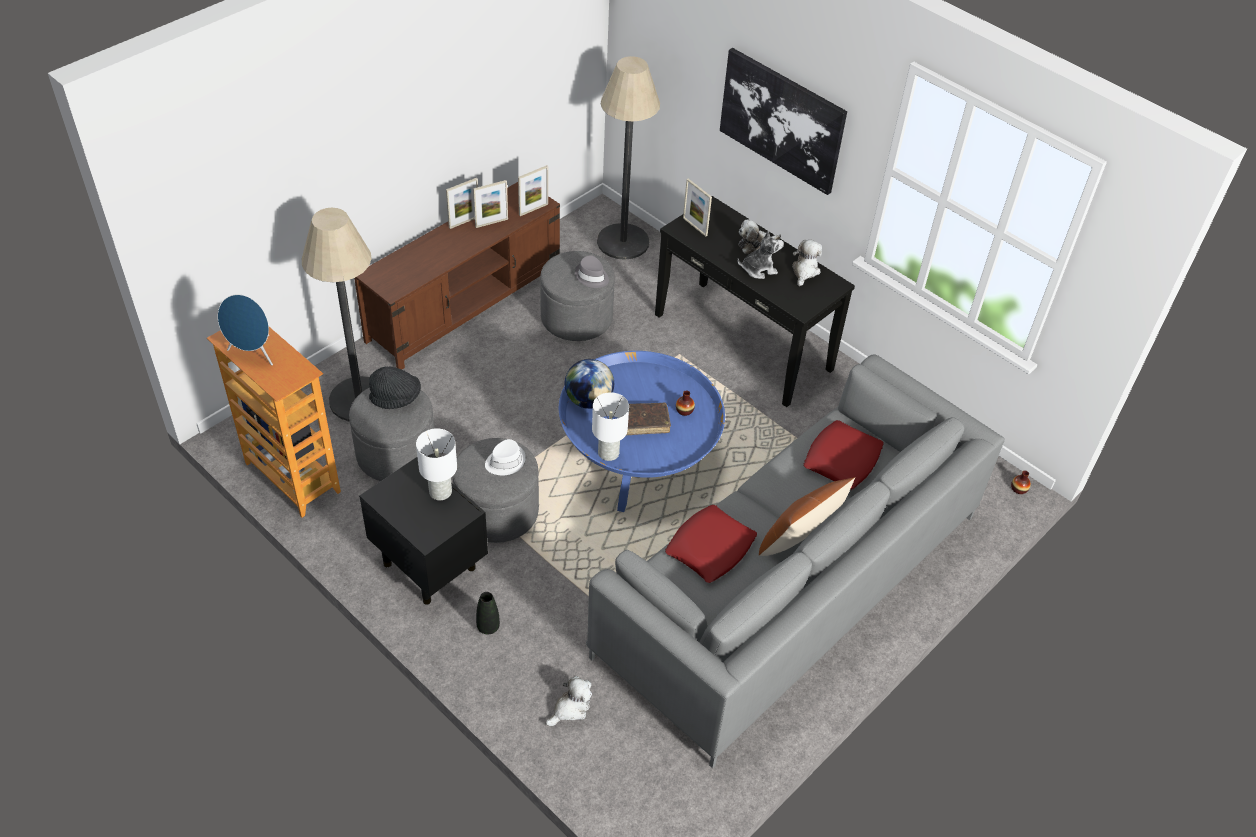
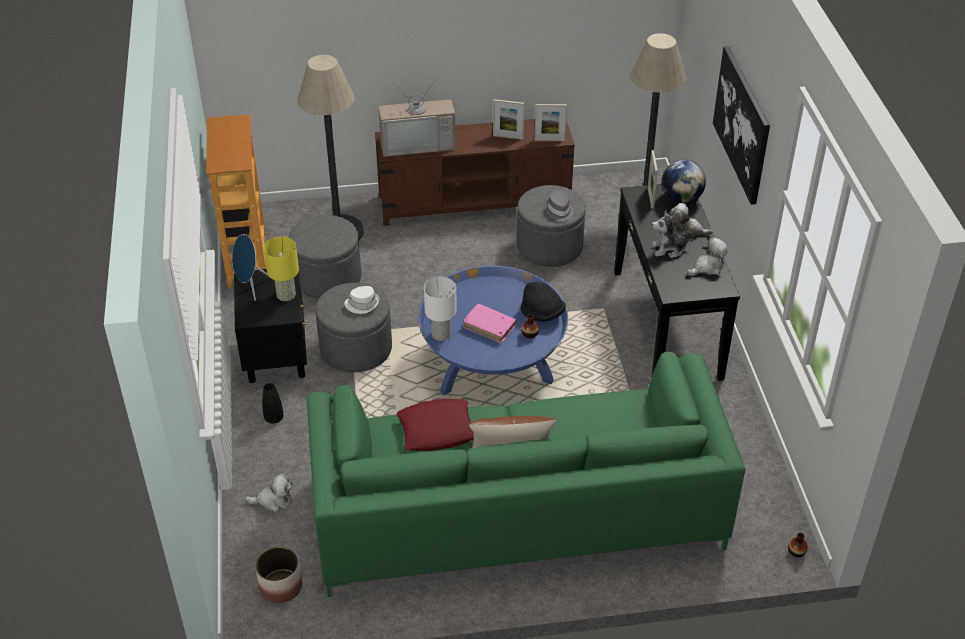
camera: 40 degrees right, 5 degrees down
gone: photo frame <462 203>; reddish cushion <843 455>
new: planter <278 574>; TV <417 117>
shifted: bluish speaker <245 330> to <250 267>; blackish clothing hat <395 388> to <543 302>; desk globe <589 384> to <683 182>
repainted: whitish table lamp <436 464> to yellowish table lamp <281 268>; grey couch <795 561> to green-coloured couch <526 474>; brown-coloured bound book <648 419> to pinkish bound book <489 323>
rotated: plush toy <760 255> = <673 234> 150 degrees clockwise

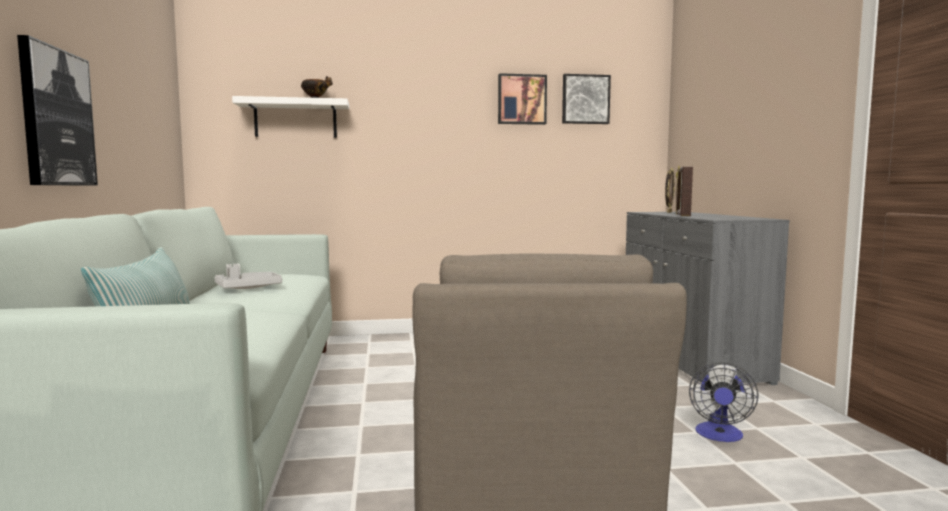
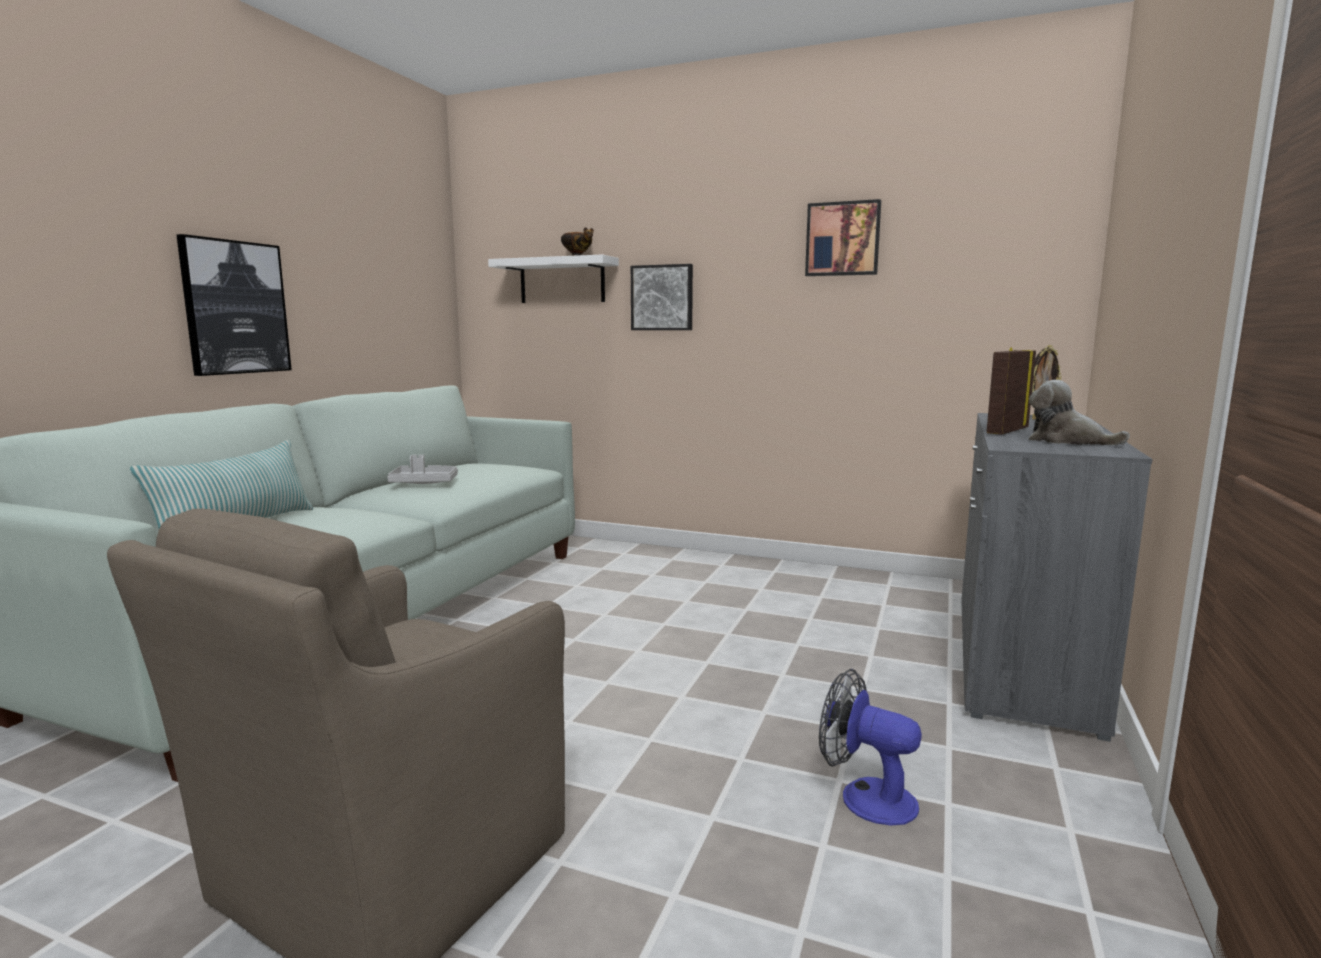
camera: 30 degrees right, 5 degrees up
new: plush toy <1079 412>
shifted: wall picture <586 99> to <662 297>
rotated: electric fan <723 402> = <870 747> 75 degrees clockwise

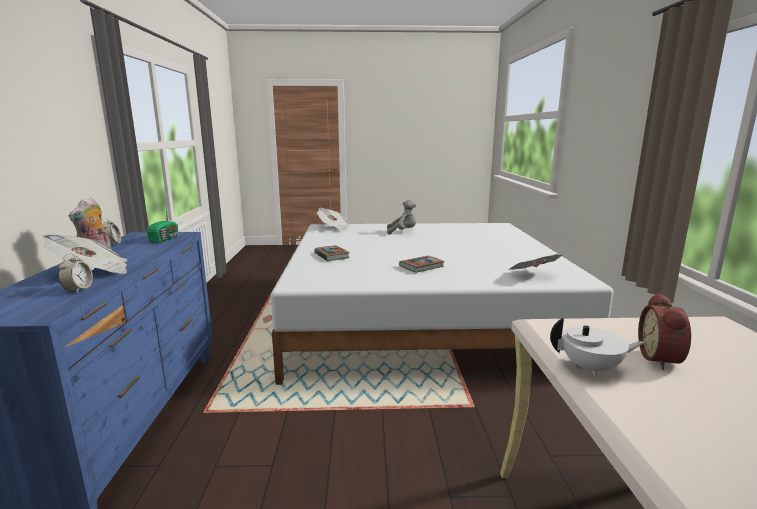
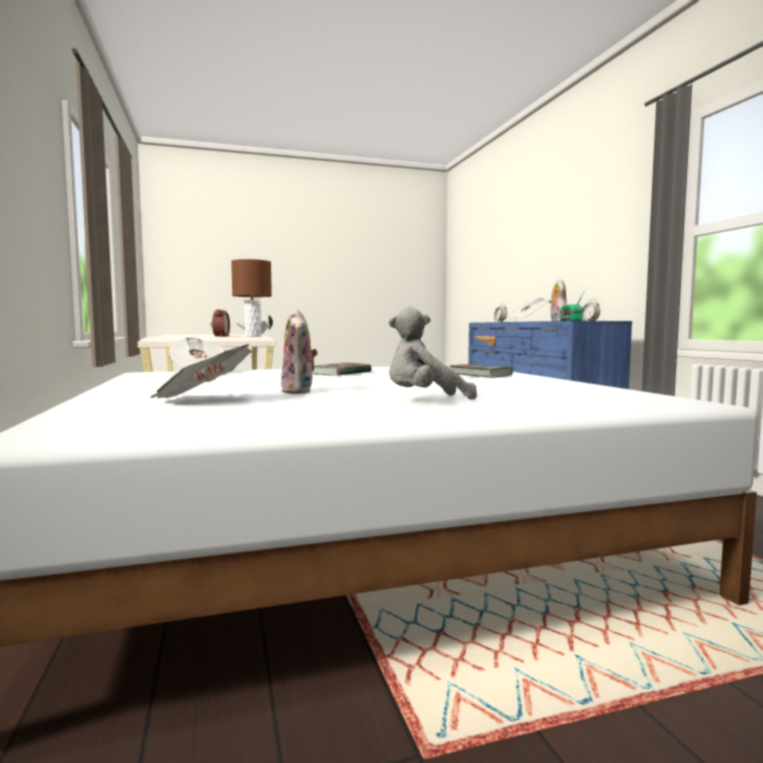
camera: 165 degrees right, 10 degrees down
new: brown-coloured table lamp <251 298>; plush toy <299 351>
shifted: printed paper <333 219> to <201 371>

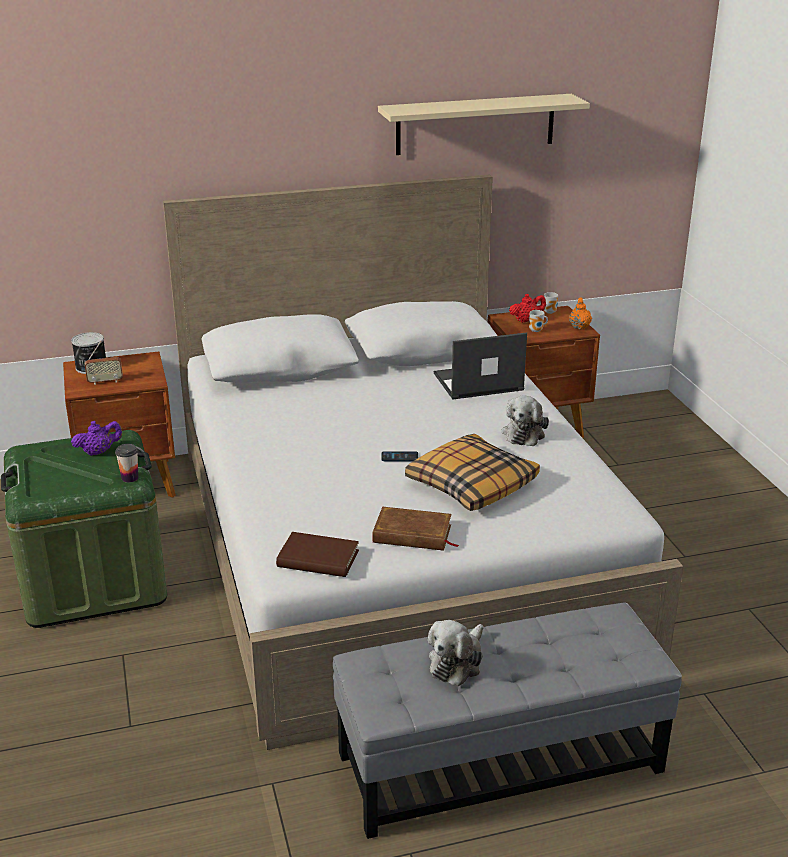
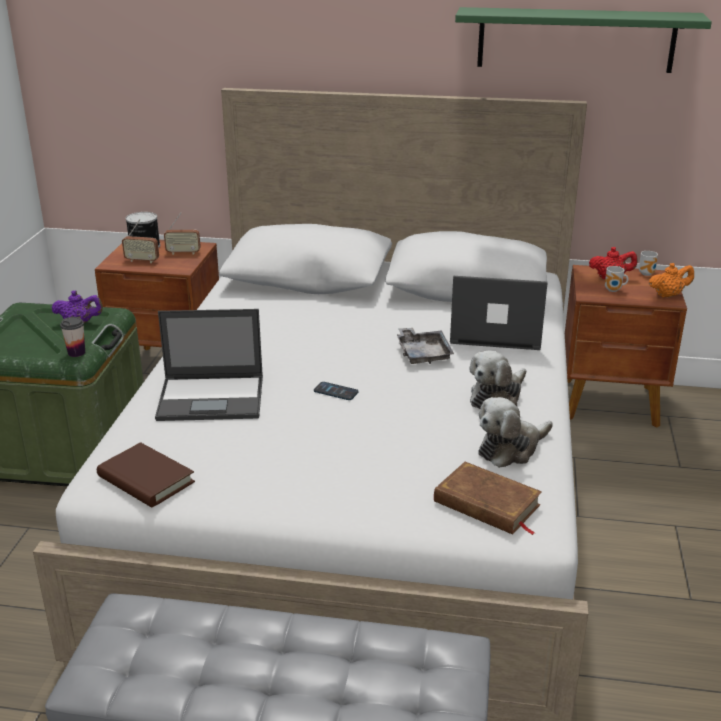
camera: 25 degrees right, 0 degrees up
gone: cushion <472 472>
new: portable computer <209 365>; radio receiver <182 233>; grey serving tray <425 346>
shifted: brown-coloured bound book <415 529> to <488 498>; plush toy <455 653> to <515 432>
repainted: beige wall shelf <484 124> to green-coloured wall shelf <583 40>
rotated: orangey tea pot <580 313> = <671 280> 45 degrees clockwise

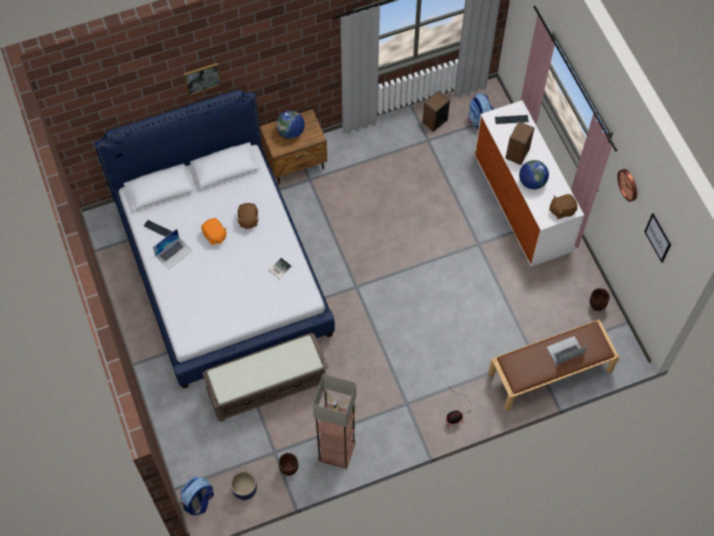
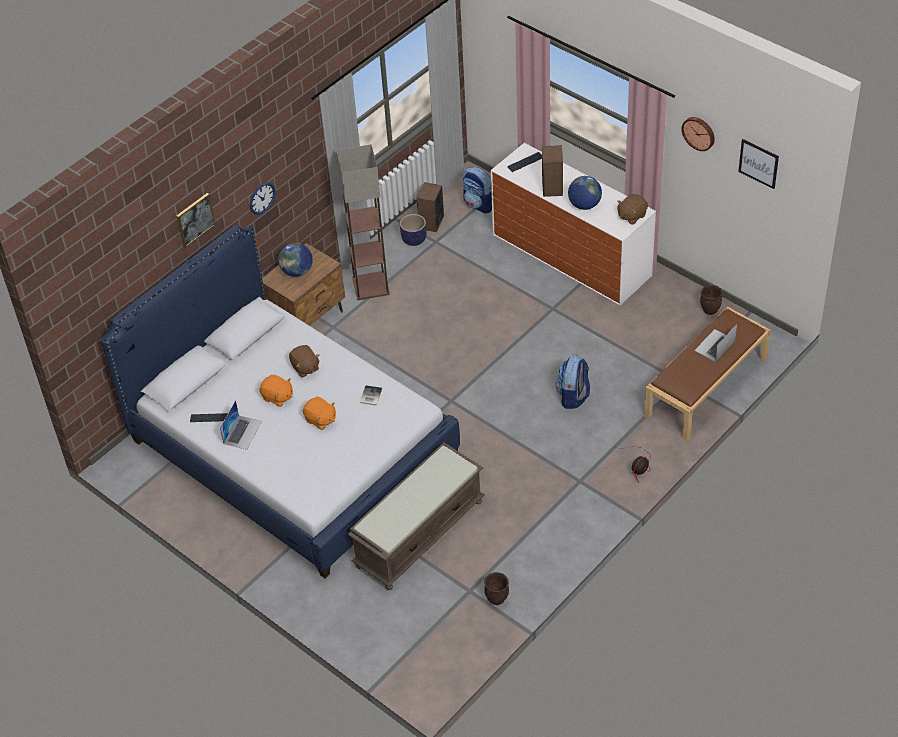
camera: 25 degrees left, 15 degrees down
new: wall clock <262 199>; orangey plush toy <319 413>
shifted: knapsack <197 496> to <573 381>; planter <244 485> to <413 230>; standing lamp <334 421> to <363 222>

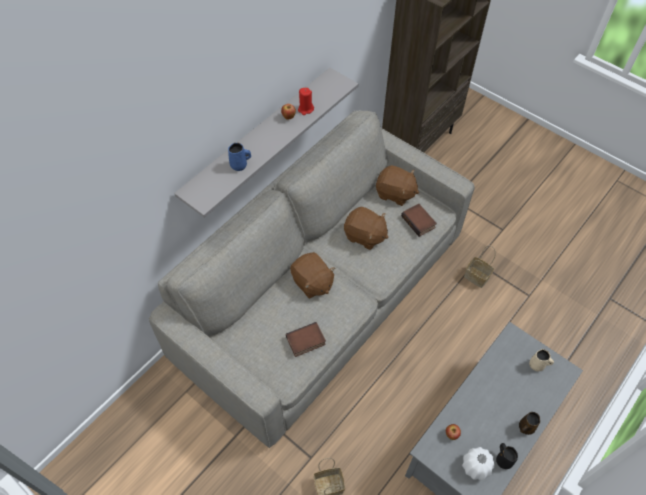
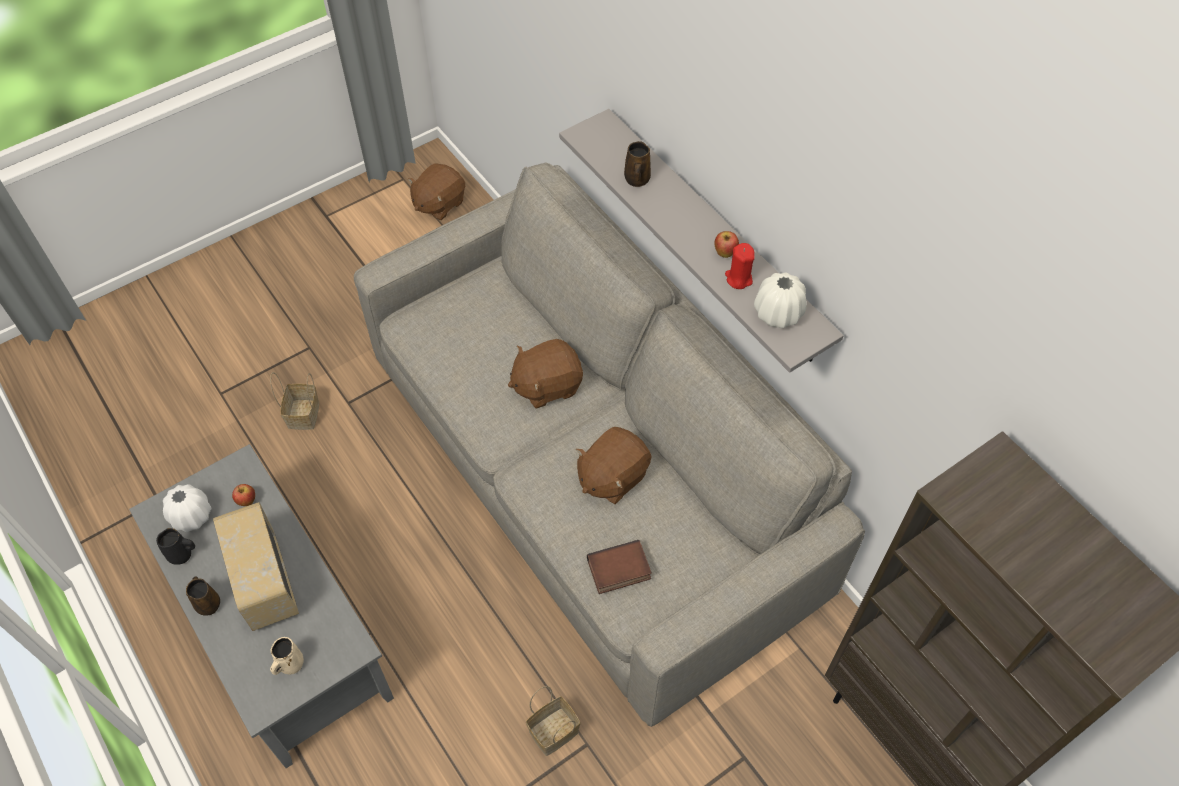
camera: 105 degrees right, 0 degrees up
gone: bound book <306 339>
new: radio receiver <256 566>; whitish vase <780 300>
shifted: brown-coloured plush toy <397 185> to <436 192>
repainted: bluish mug <239 157> to brown-coloured mug <637 164>

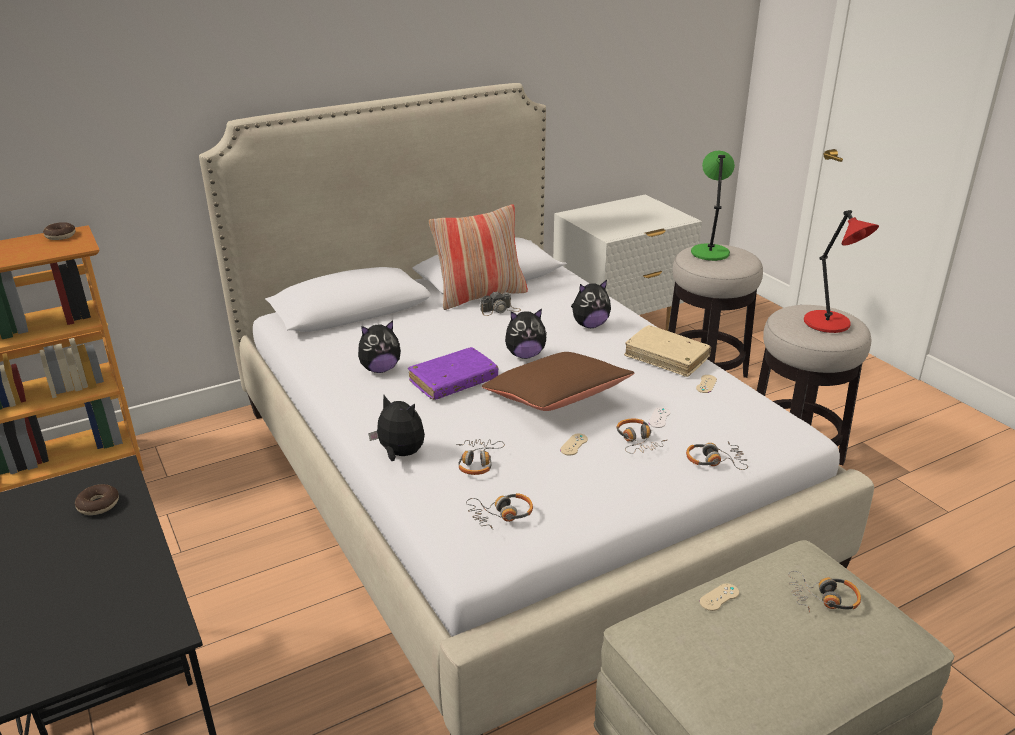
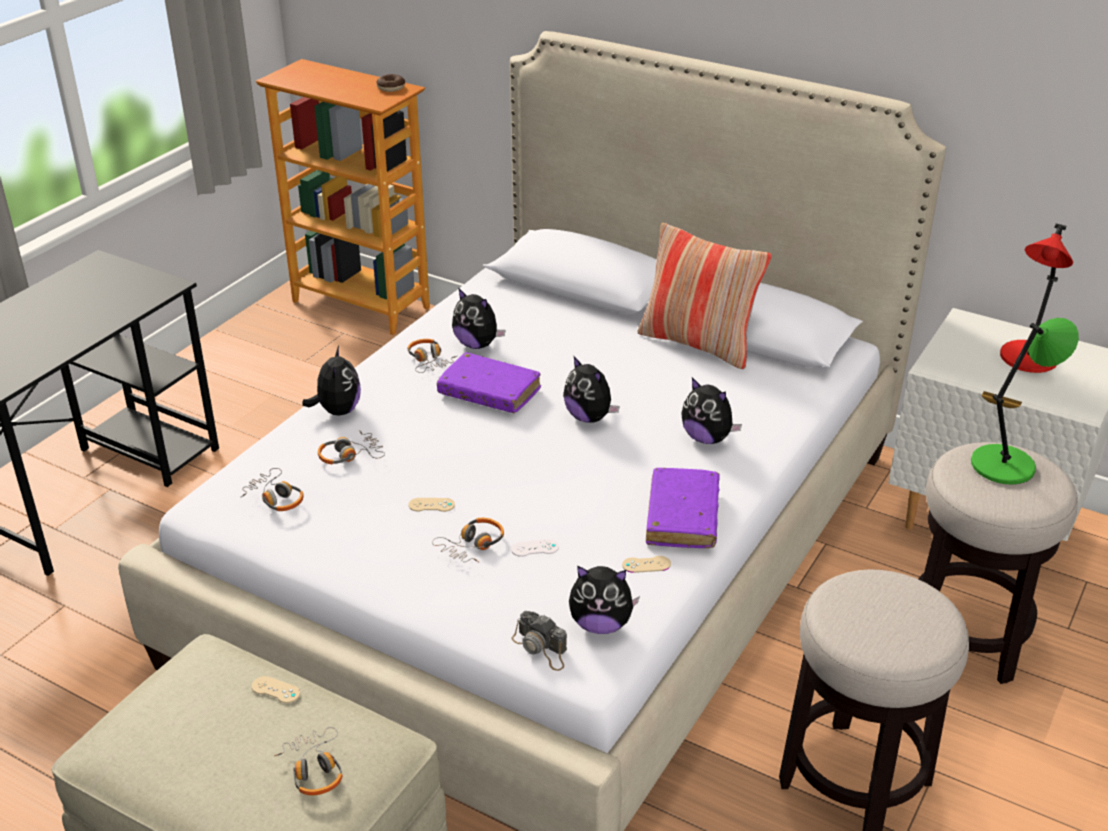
camera: 60 degrees right, 5 degrees up
gone: donut <97 499>; brown-coloured cushion <558 381>
new: plush toy <604 600>
shifted: photo camera <500 303> to <539 641>; headset <717 455> to <432 356>; reddish table lamp <841 271> to <1036 298>
repainted: beige bound book <667 351> to purple-coloured bound book <683 508>

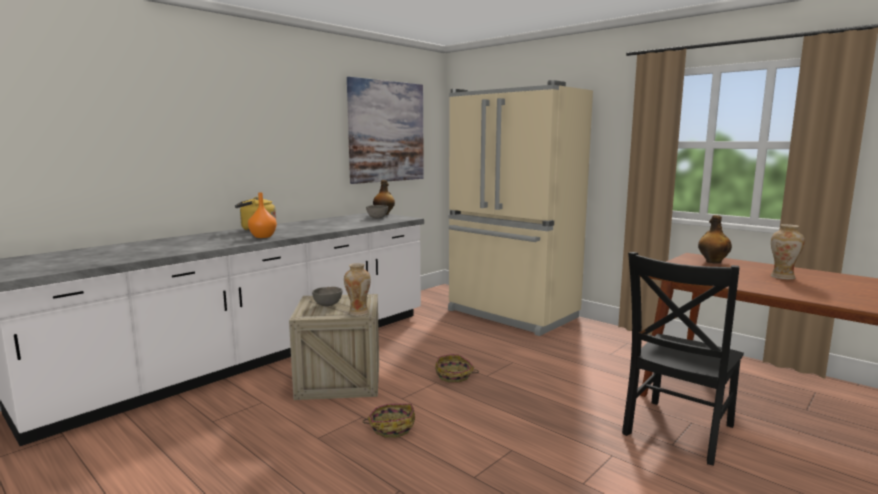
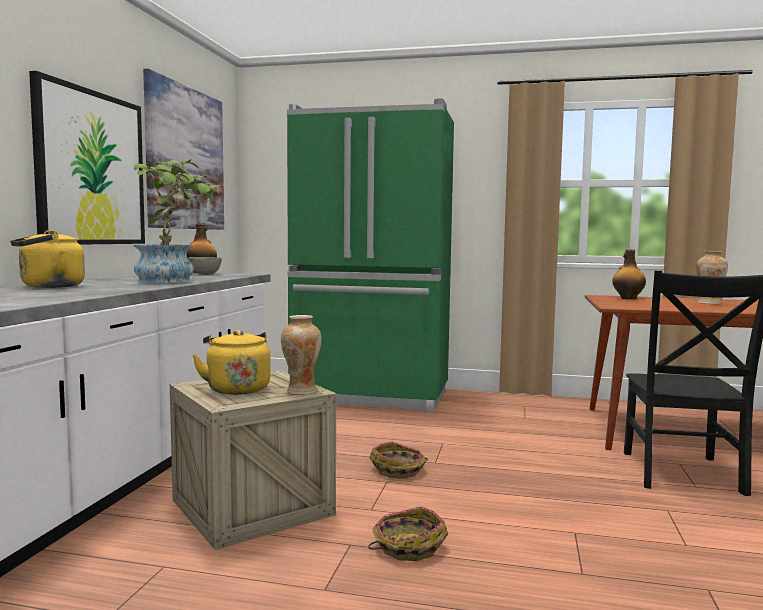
camera: 30 degrees left, 5 degrees down
gone: orangey vase <262 215>
new: wall picture <87 158>; potted plant <178 221>
swapped: grey deep dish <327 296> to yellowish tea kettle <232 362>
repainted: beige fridge <520 208> to green-coloured fridge <370 256>

